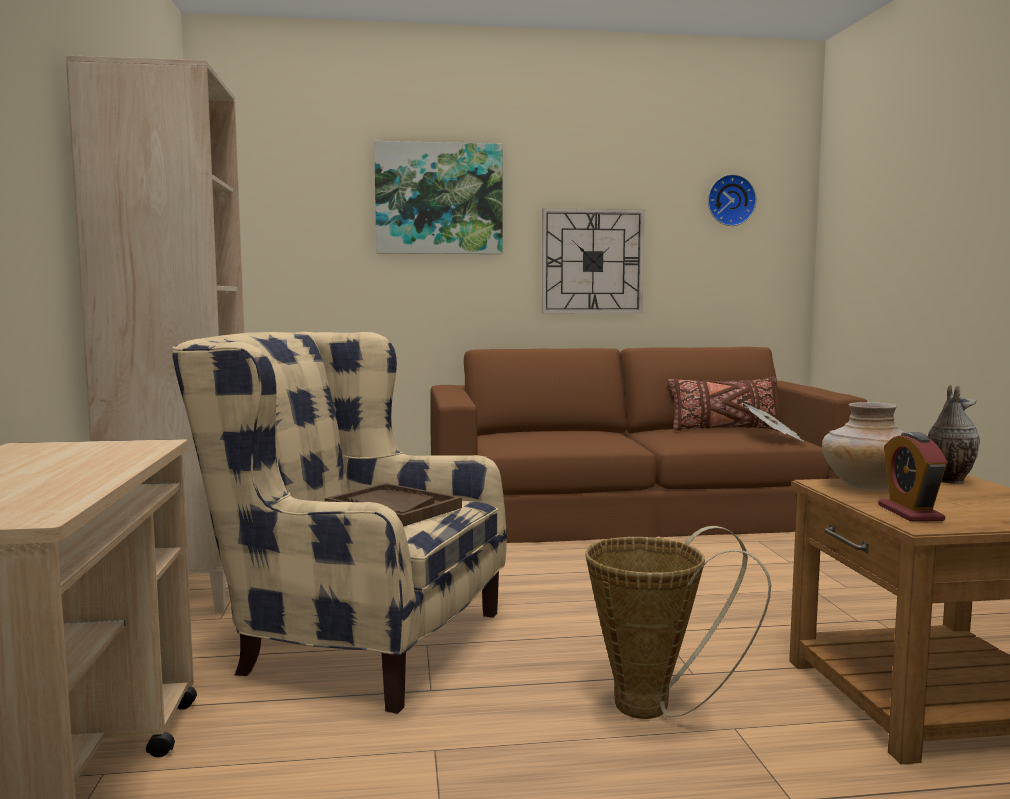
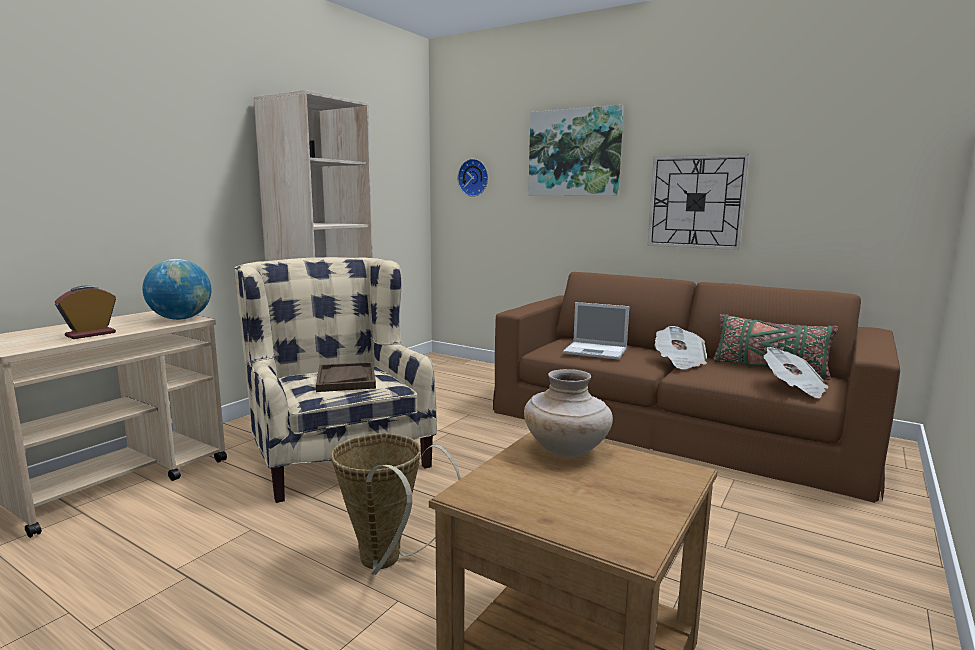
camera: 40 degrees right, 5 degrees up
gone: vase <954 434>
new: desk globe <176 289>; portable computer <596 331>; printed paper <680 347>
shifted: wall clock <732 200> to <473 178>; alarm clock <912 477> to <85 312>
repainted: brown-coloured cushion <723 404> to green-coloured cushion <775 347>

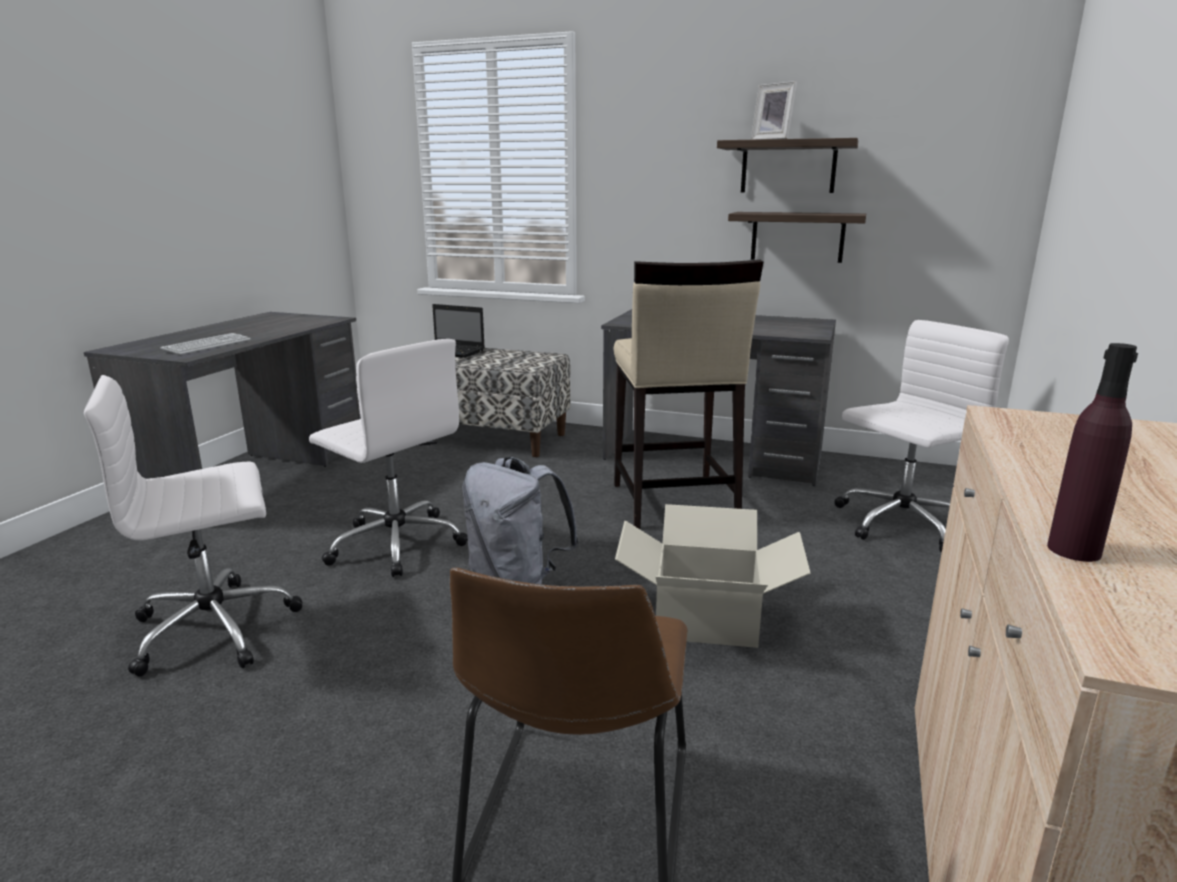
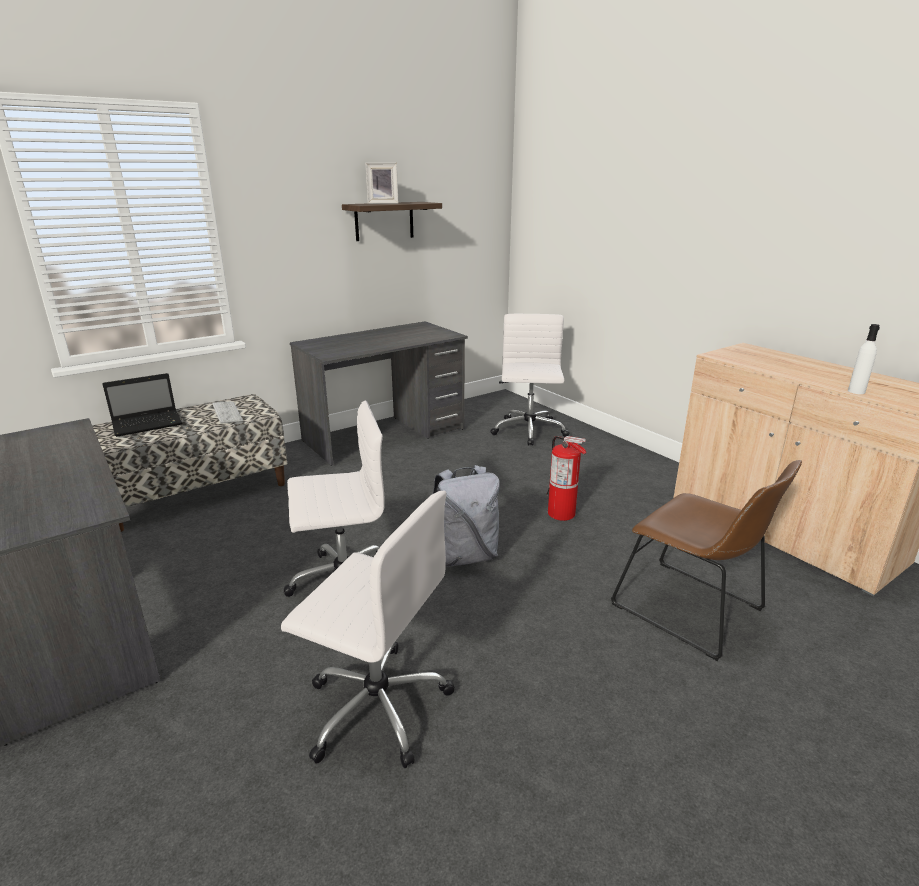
camera: 55 degrees left, 5 degrees up
gone: beige stool seat <688 394>; wall shelf <797 237>
shifted: computer keyboard <205 344> to <227 412>
swapped: cardboard box <713 576> to fire extinguisher <567 478>
repainted: purple-coloured bottle <1092 452> to whitish bottle <864 359>
rotated: whitish desk chair <193 525> = <368 629> 75 degrees counterclockwise

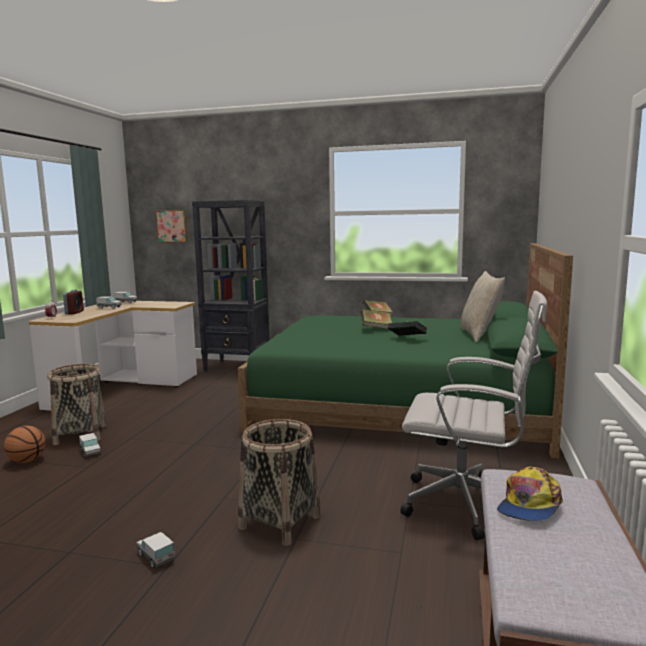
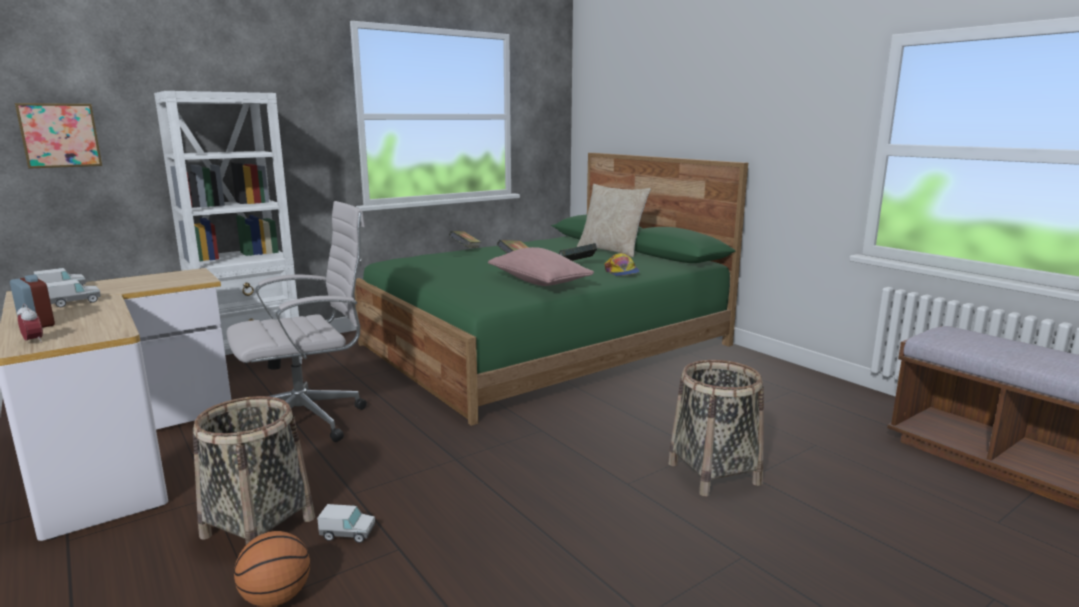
camera: 50 degrees left, 5 degrees up
gone: model truck <155 550>
new: pinkish cushion <541 266>
shifted: whitish desk chair <474 415> to <297 321>; baseball cap <530 494> to <622 264>
repainted: blackish shelving unit <231 286> to whitish shelving unit <228 227>

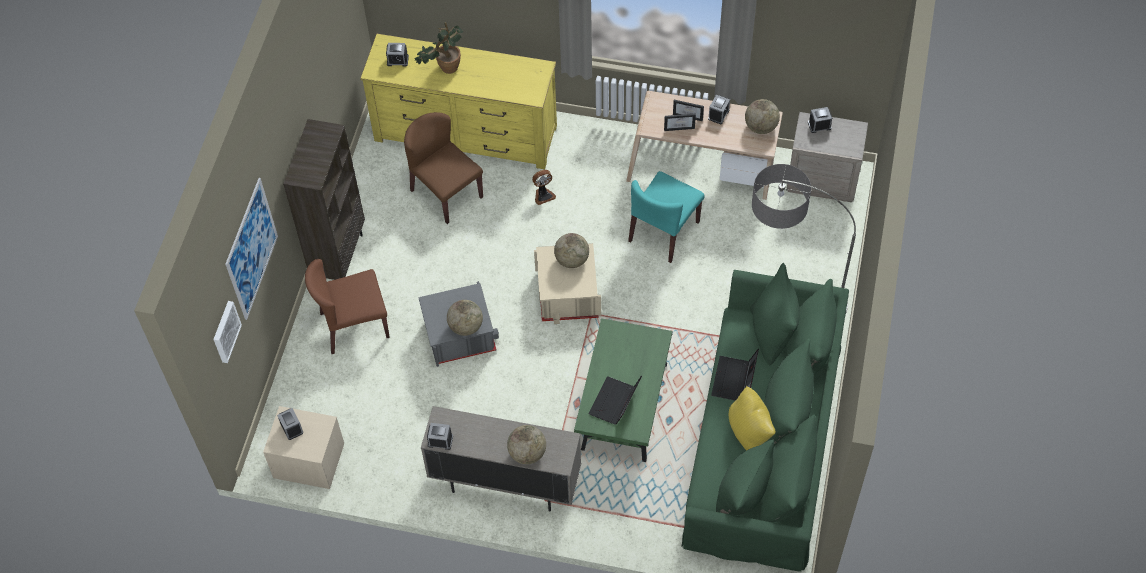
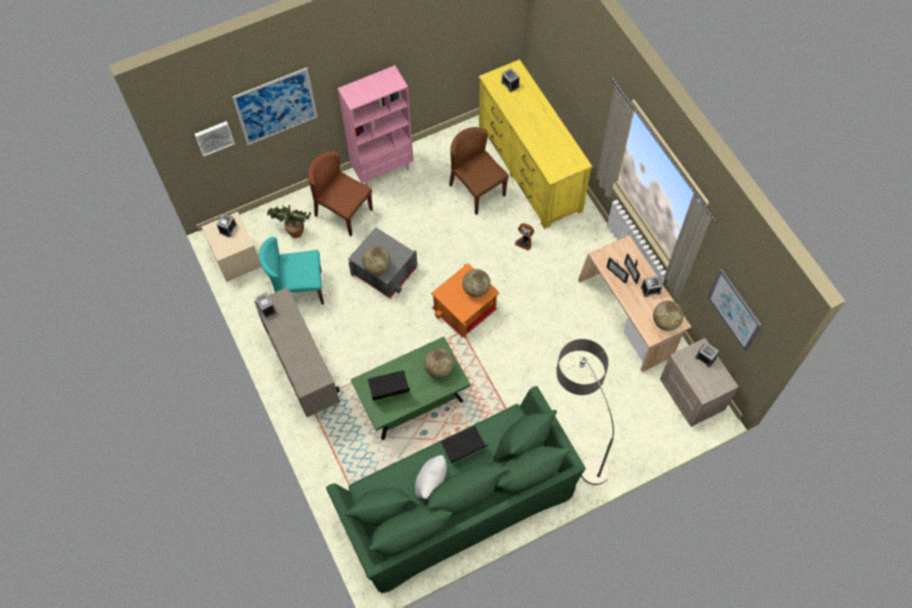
camera: 50 degrees right, 5 degrees up
new: wall picture <735 310>
shifted: potted plant <439 48> to <289 221>; desk globe <526 444> to <439 363>; blue-green chair <666 217> to <291 271>
repainted: brown-coloured shelving unit <324 199> to pinkish shelving unit <375 125>; beige storage container <567 283> to orangey storage container <465 300>; yellowish cushion <752 418> to whitish cushion <431 477>
rotated: brown-coloured chair <443 168> = <479 171> 45 degrees counterclockwise

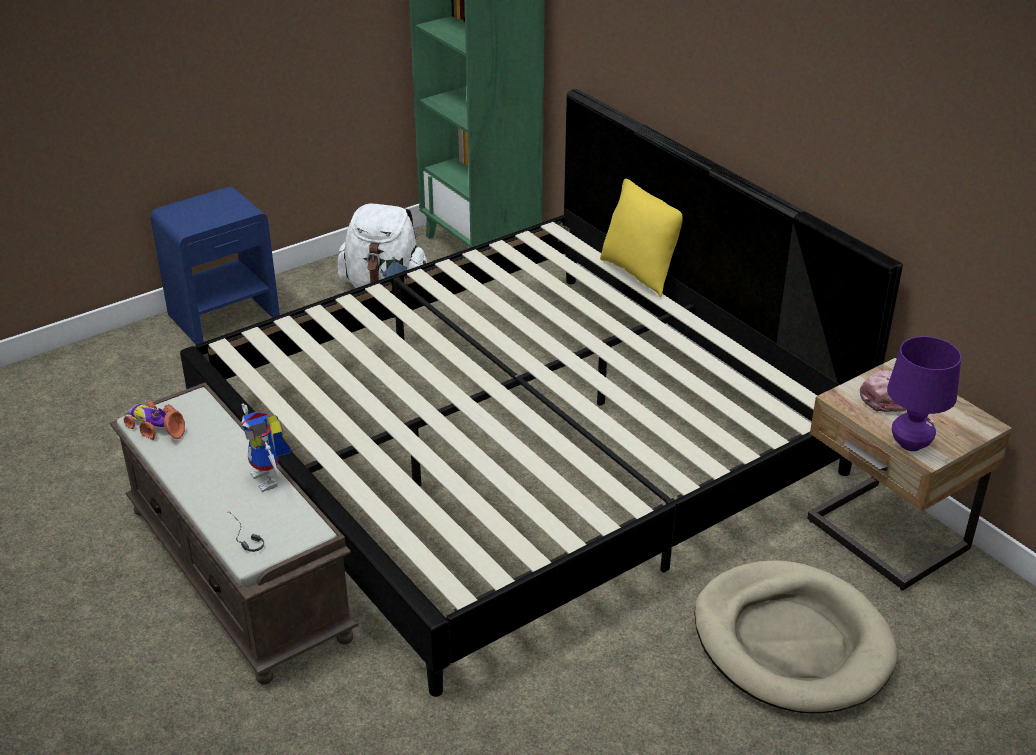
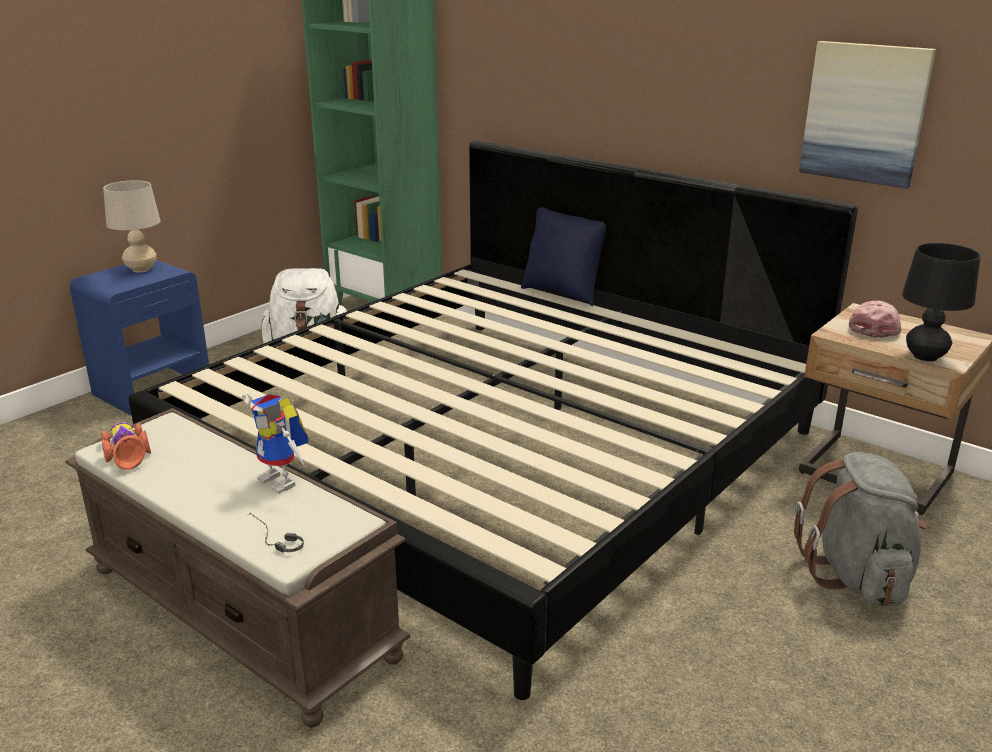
camera: 15 degrees left, 10 degrees down
new: beige table lamp <131 226>; wall picture <867 115>
swapped: beige dog cushion <796 636> to grey knapsack <860 529>
repainted: yellowish cushion <641 238> to bluish cushion <563 257>; purple-coloured table lamp <924 393> to blackish table lamp <941 302>
rotated: miniature car <154 420> = <126 446> 45 degrees clockwise

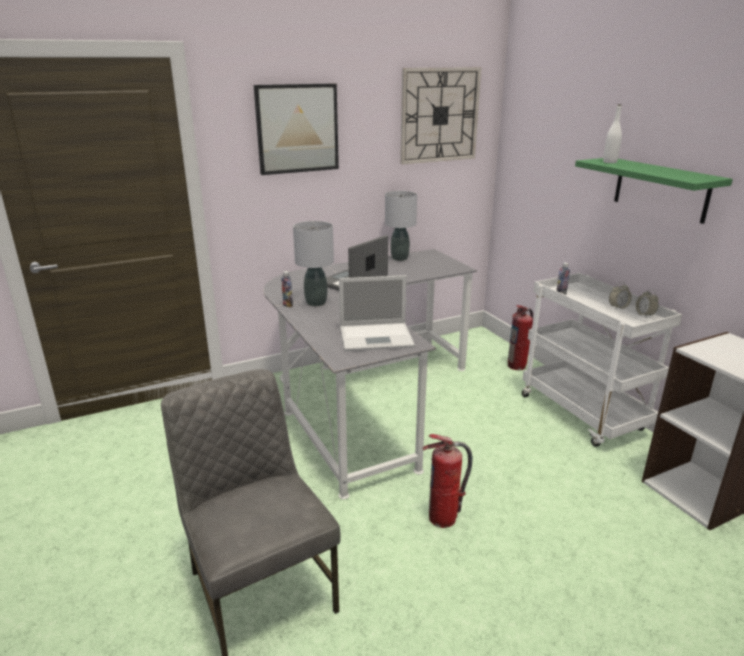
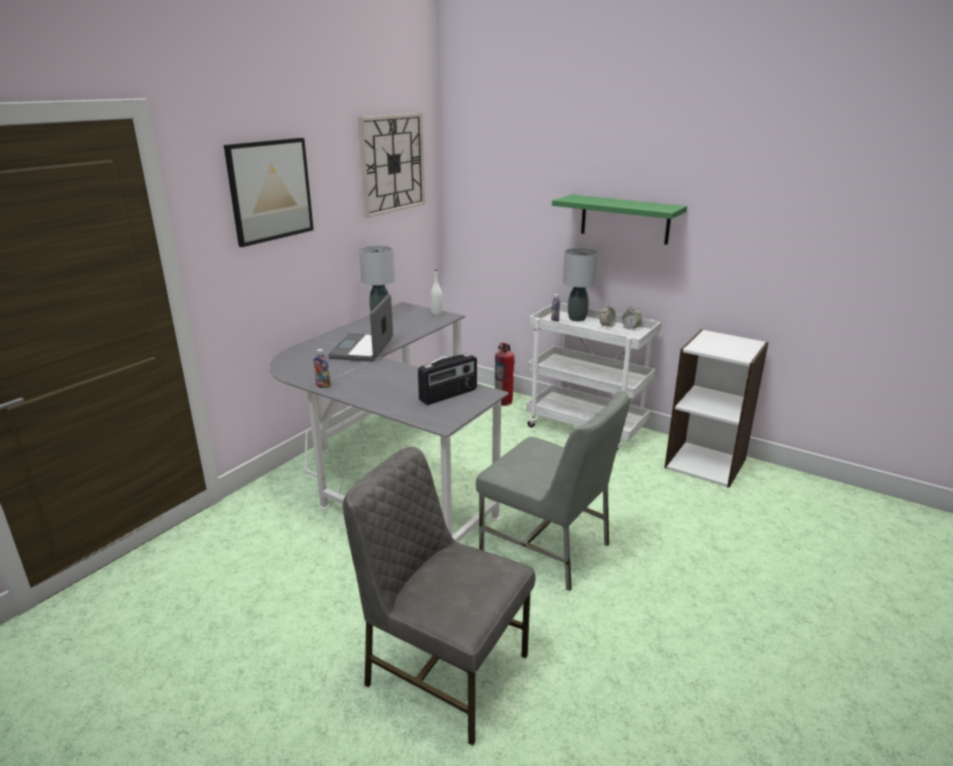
camera: 30 degrees left, 0 degrees up
shifted: grey table lamp <313 263> to <581 284>; whitish bottle <612 133> to <437 292>
swapped: portable computer <377 313> to radio receiver <447 379>; fire extinguisher <448 481> to grey chair <553 491>

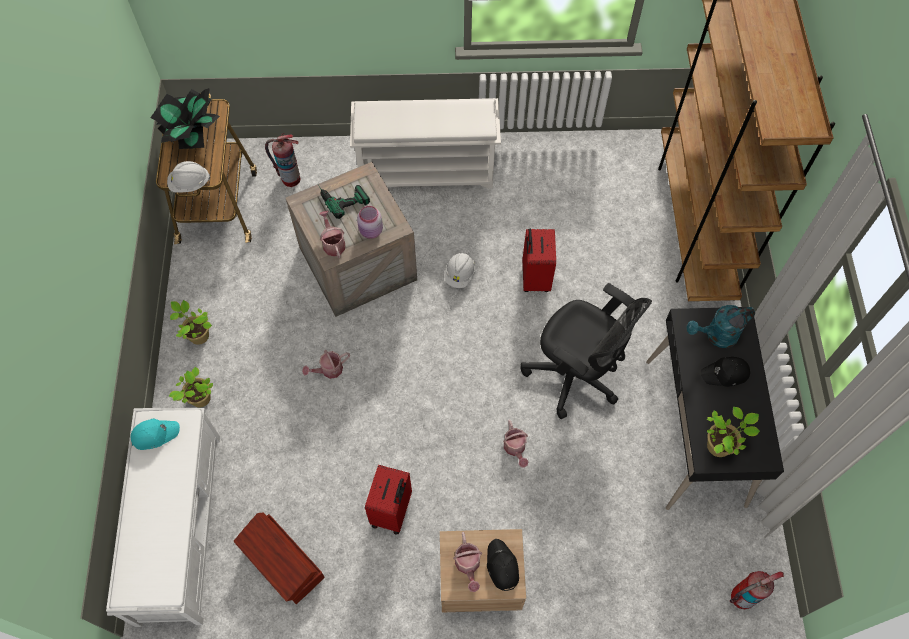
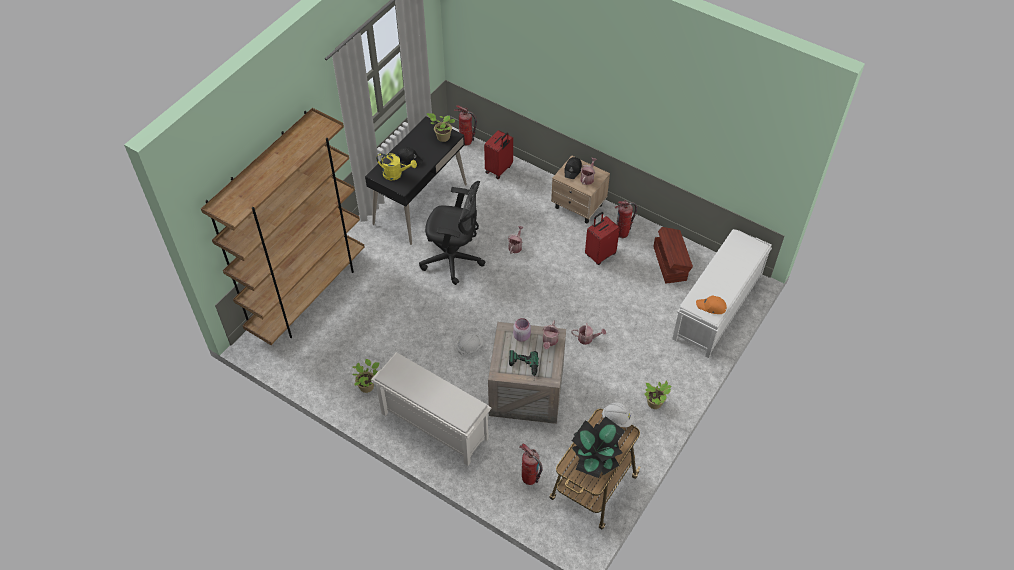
camera: 145 degrees left, 10 degrees down
new: fire extinguisher <626 219>
shifted: potted plant <191 387> to <365 376>; reddish suitcase <539 260> to <498 154>
repainted: blue-green baseball cap <155 434> to orangey baseball cap <711 305>; blue-green sprinkling can <721 326> to yellowish sprinkling can <396 166>
rotated: blackish desk chair <586 351> = <452 233> 120 degrees clockwise

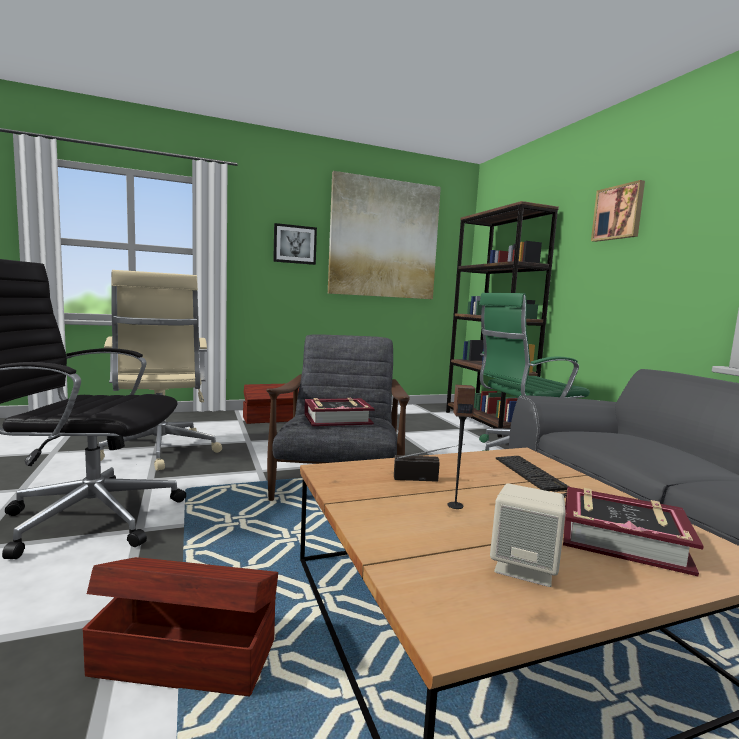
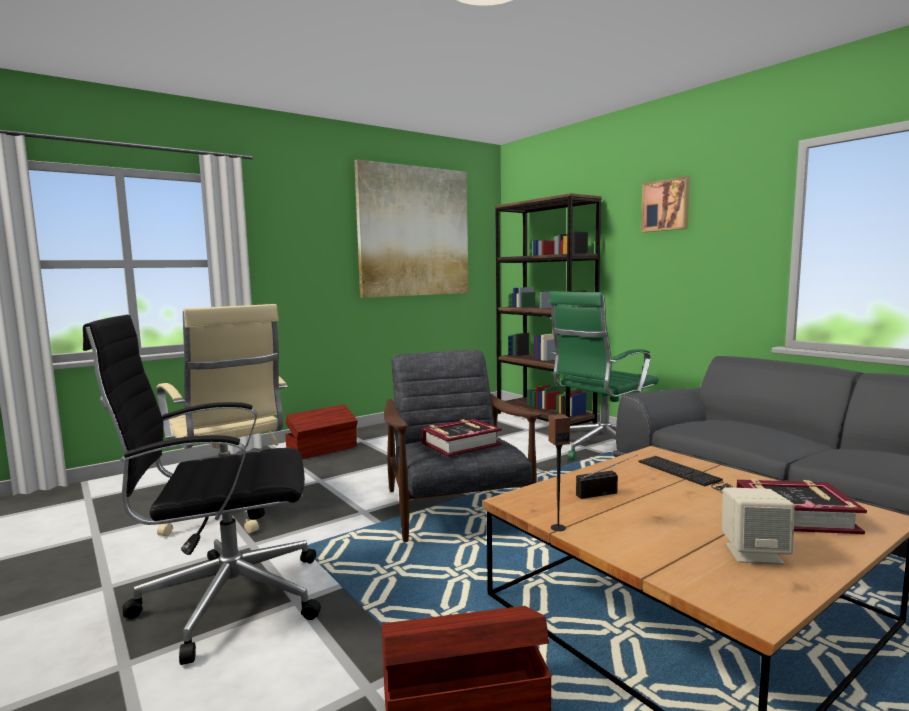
camera: 15 degrees left, 0 degrees up
gone: wall picture <295 244>
shifted: speaker <461 447> to <559 472>

